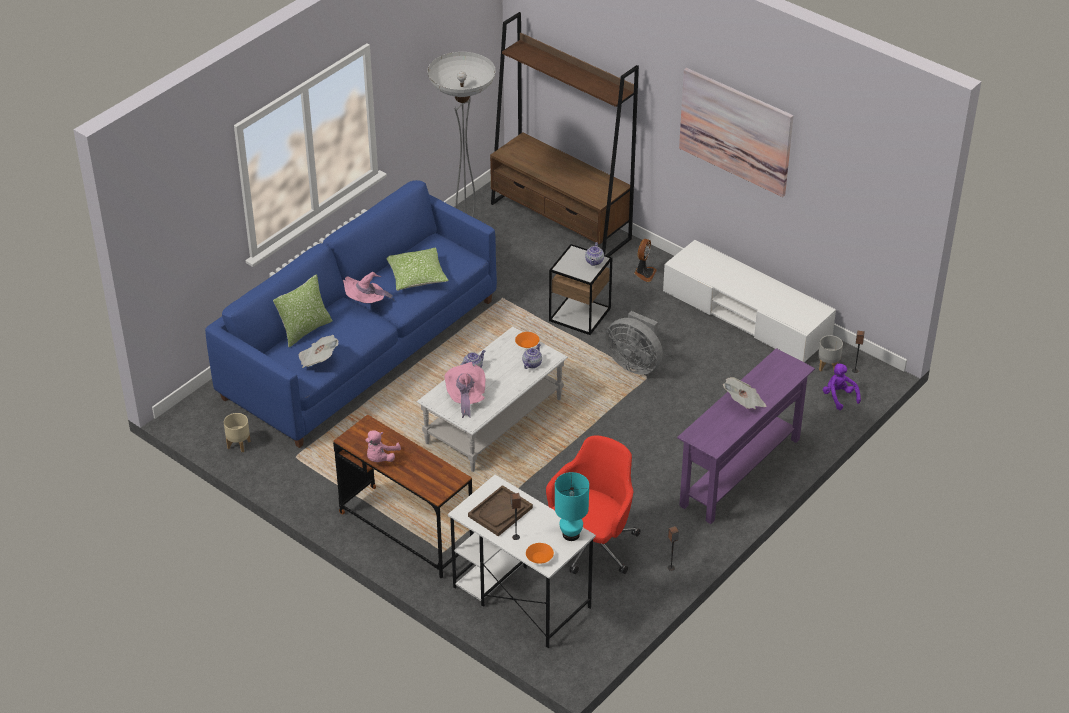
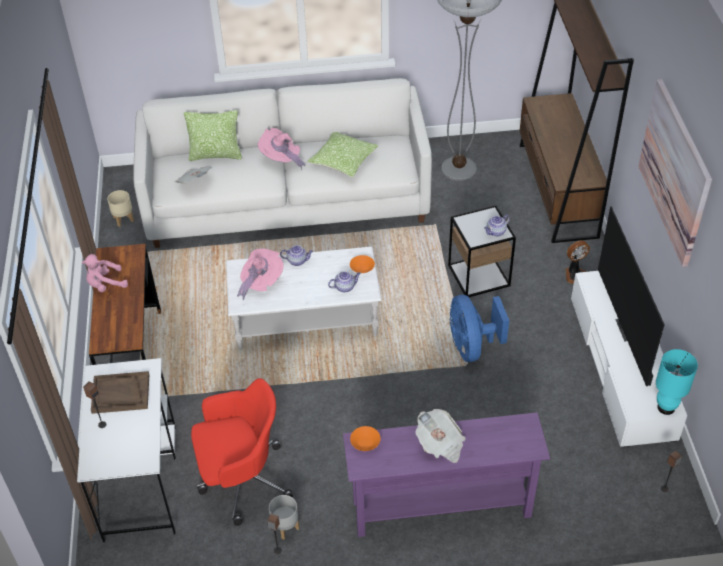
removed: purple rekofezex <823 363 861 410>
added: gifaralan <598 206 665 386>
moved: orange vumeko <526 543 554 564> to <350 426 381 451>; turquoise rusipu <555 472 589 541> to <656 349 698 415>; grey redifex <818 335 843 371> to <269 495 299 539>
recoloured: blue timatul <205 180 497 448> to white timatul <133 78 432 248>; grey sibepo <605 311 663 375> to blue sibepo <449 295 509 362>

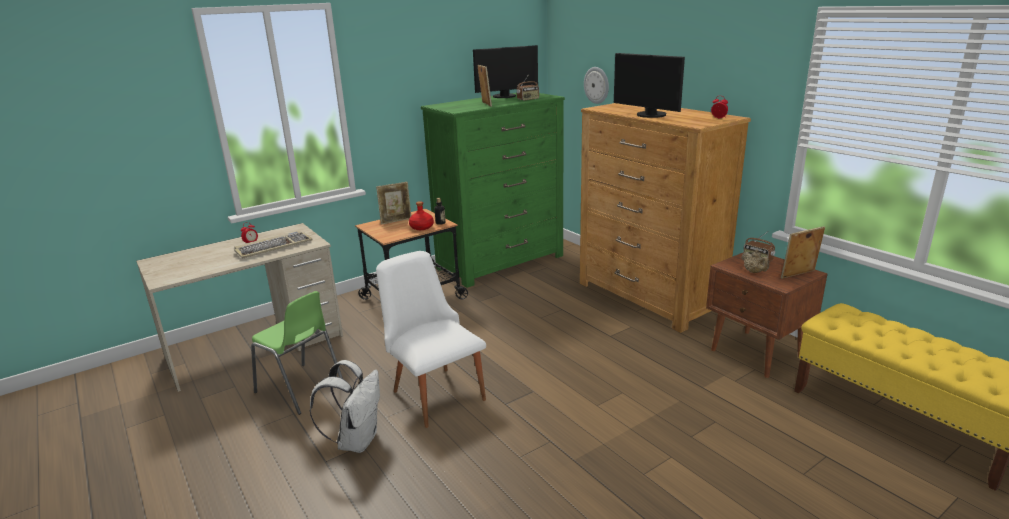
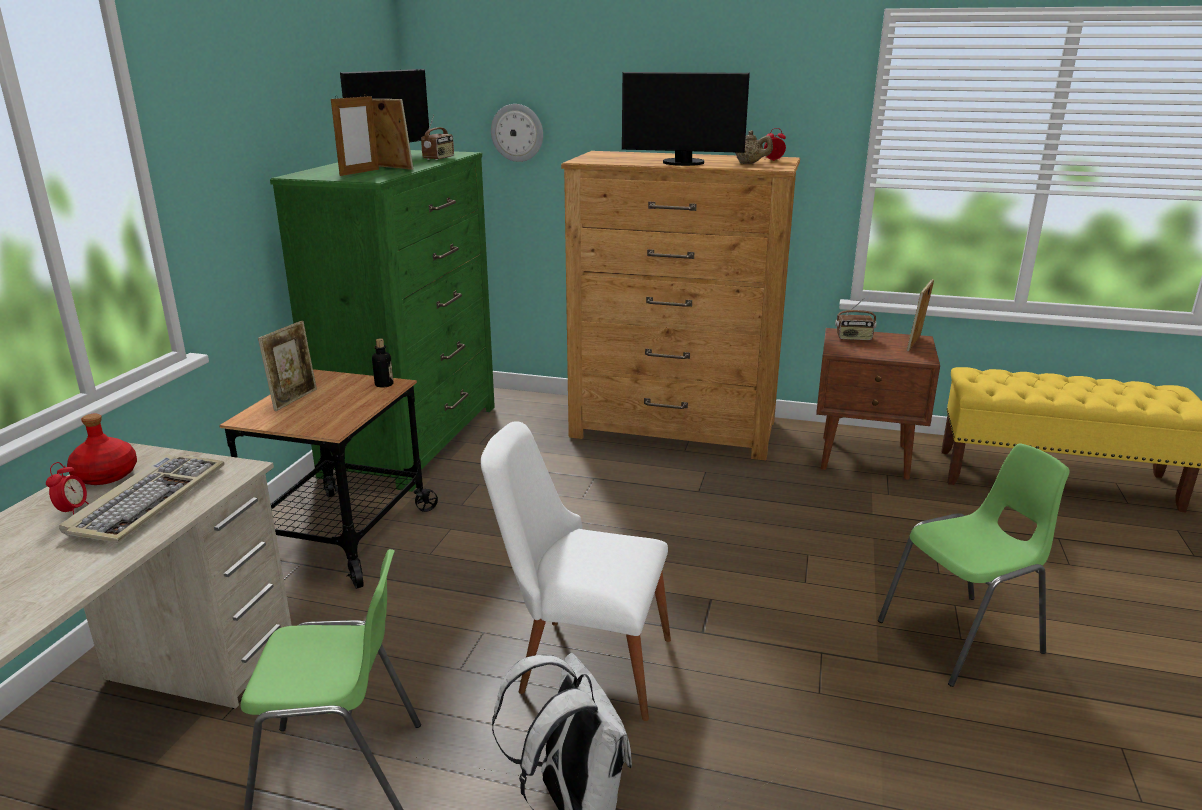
added: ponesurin <331 96 379 176>; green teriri <878 443 1070 687>
moved: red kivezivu <409 201 434 230> to <67 414 137 485>; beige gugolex <741 249 769 273> to <735 130 773 164>

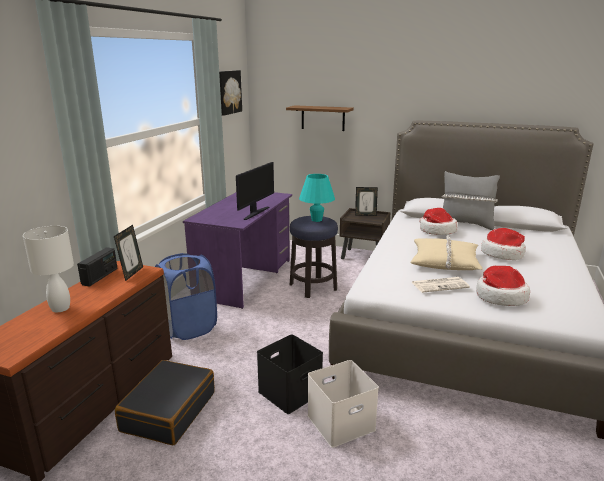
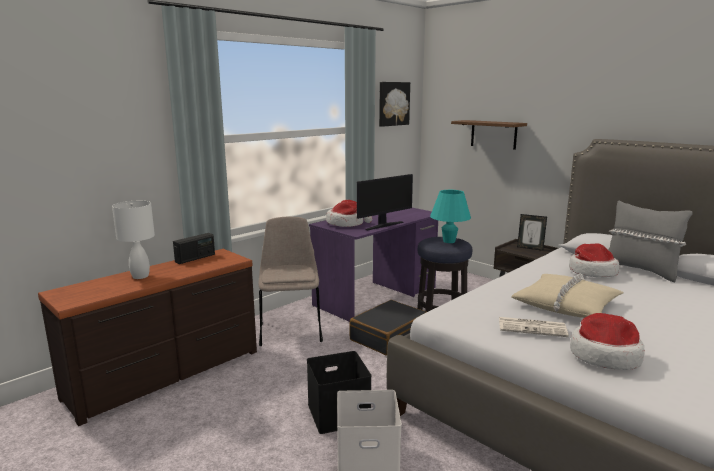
removed: ponesurin <114 225 143 281>
moved: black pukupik <115 360 215 445> to <349 300 426 356>; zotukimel <481 228 526 260> to <326 200 372 227>
replaced: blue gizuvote <155 253 217 340> to beige teriri <258 217 323 346>

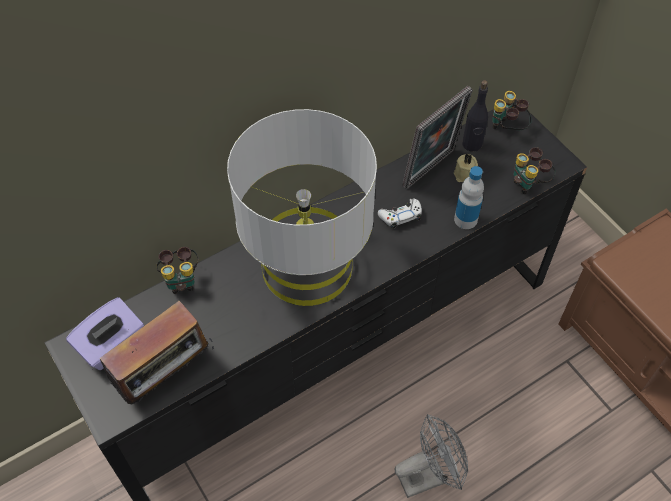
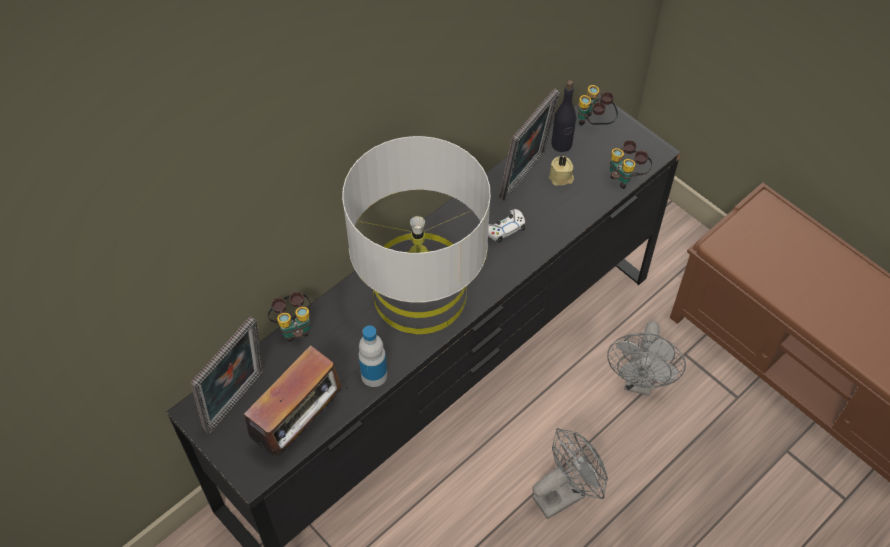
added: grey sibepo <607 321 686 396>
moved: kivezivu <454 166 484 229> to <358 325 387 387>
replaced: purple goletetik <66 297 144 370> to ponesurin <191 316 263 434>

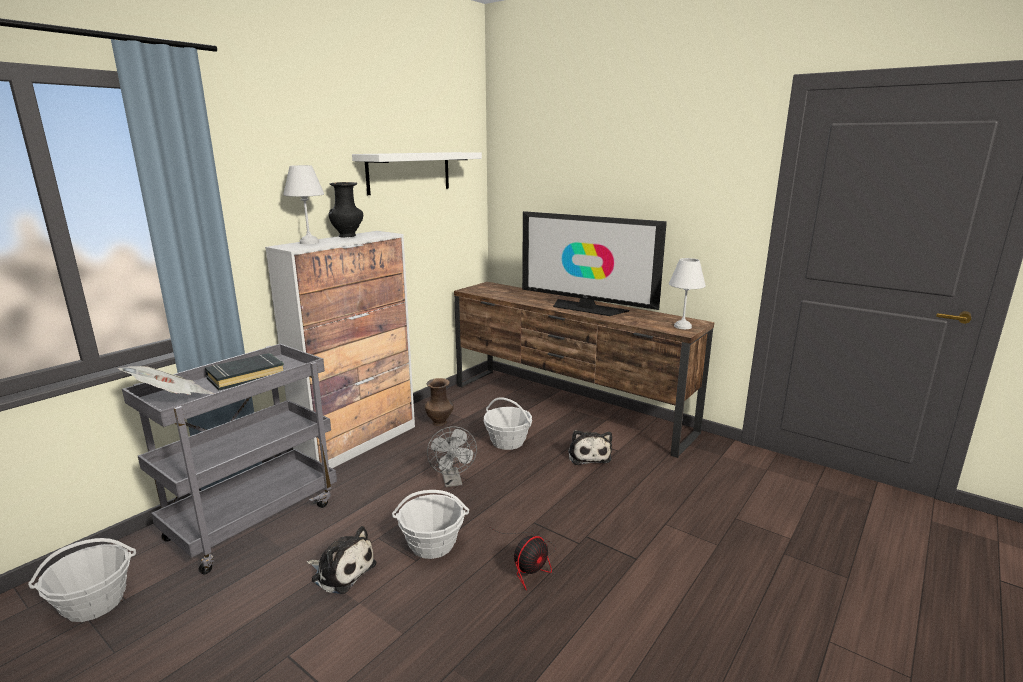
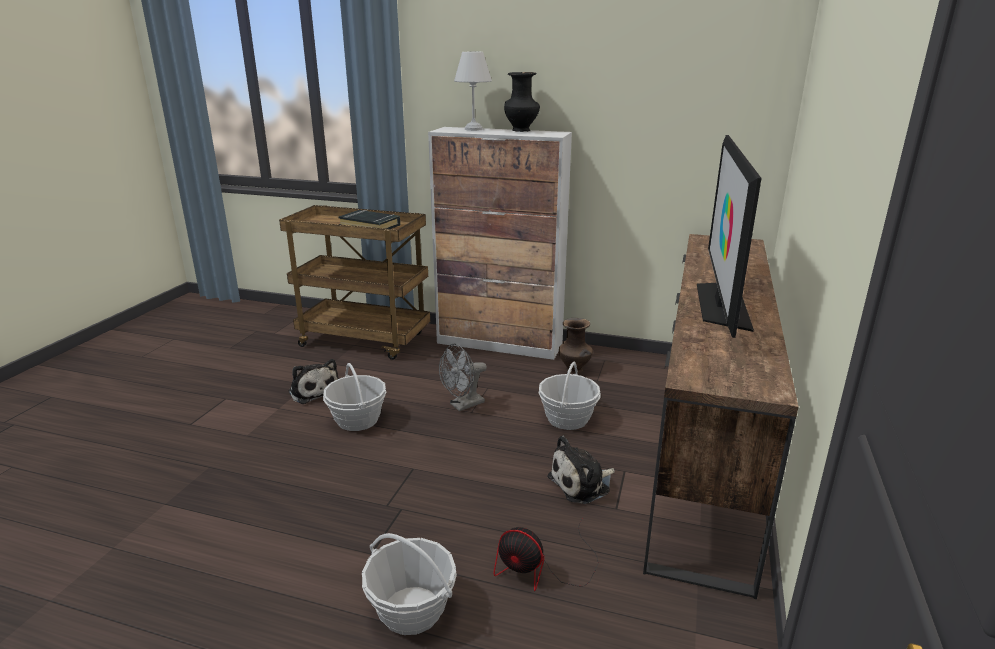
removed: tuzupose <118 366 214 395>; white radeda <352 152 482 195>; white rusipu <669 258 706 329>
moved: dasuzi <28 538 136 622> to <362 533 457 635>; sibepo <490 527 556 590> to <494 518 599 591>
recoloured: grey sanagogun <122 343 337 574> to brown sanagogun <279 205 430 360>
turned: rekofezex <307 526 376 594> = <289 359 339 404> 45 degrees counterclockwise

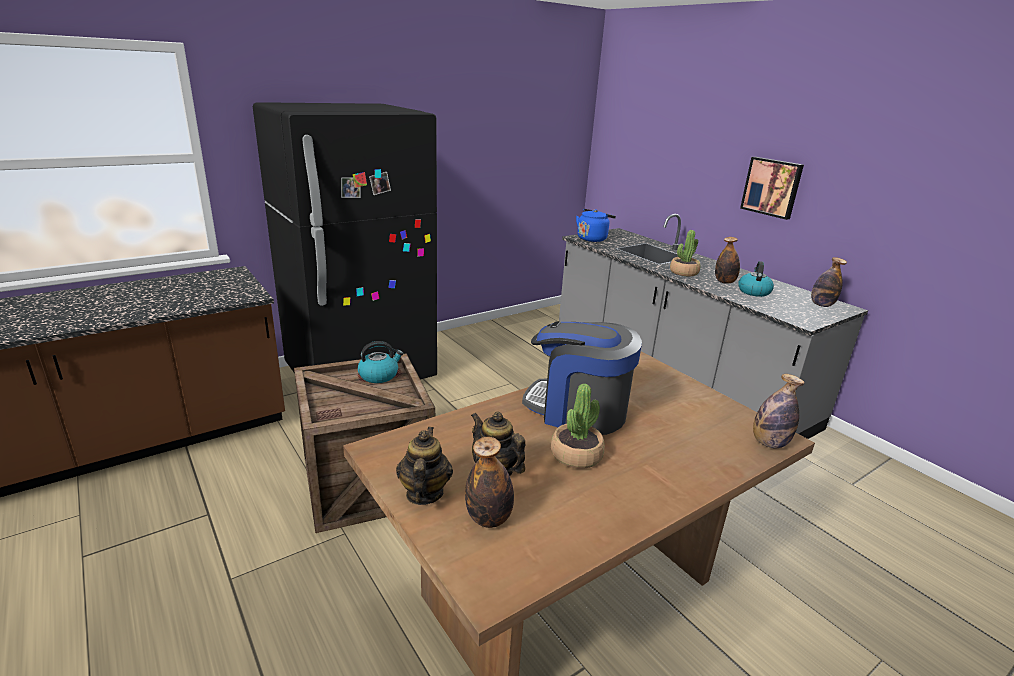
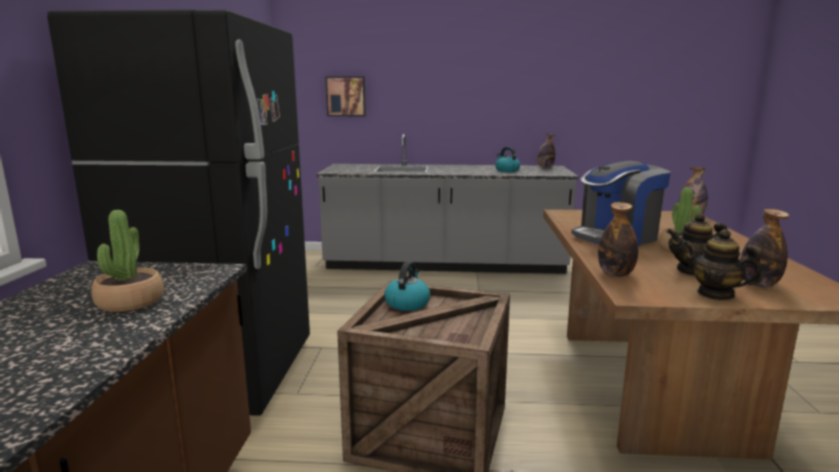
removed: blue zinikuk <576 209 616 242>
moved: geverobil <670 230 700 276> to <92 210 164 312>; kivezivu <715 237 740 284> to <598 202 638 277>; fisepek <740 157 804 220> to <325 76 366 116>

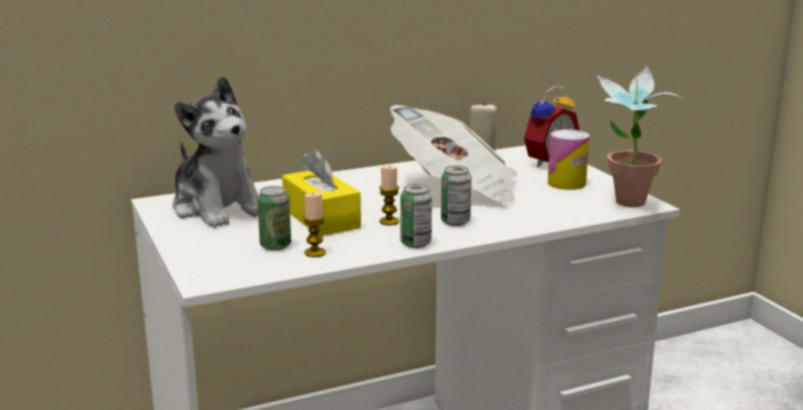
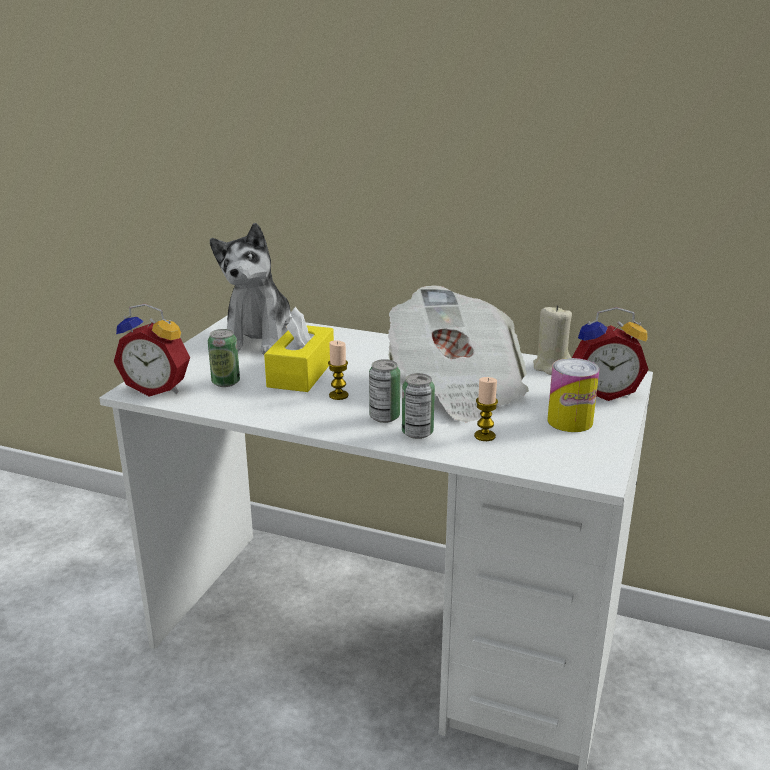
removed: geverobil <597 66 682 207>
added: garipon <114 304 190 397>
moved: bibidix <303 193 326 257> to <474 377 498 441>; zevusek <401 184 432 248> to <402 373 435 439>

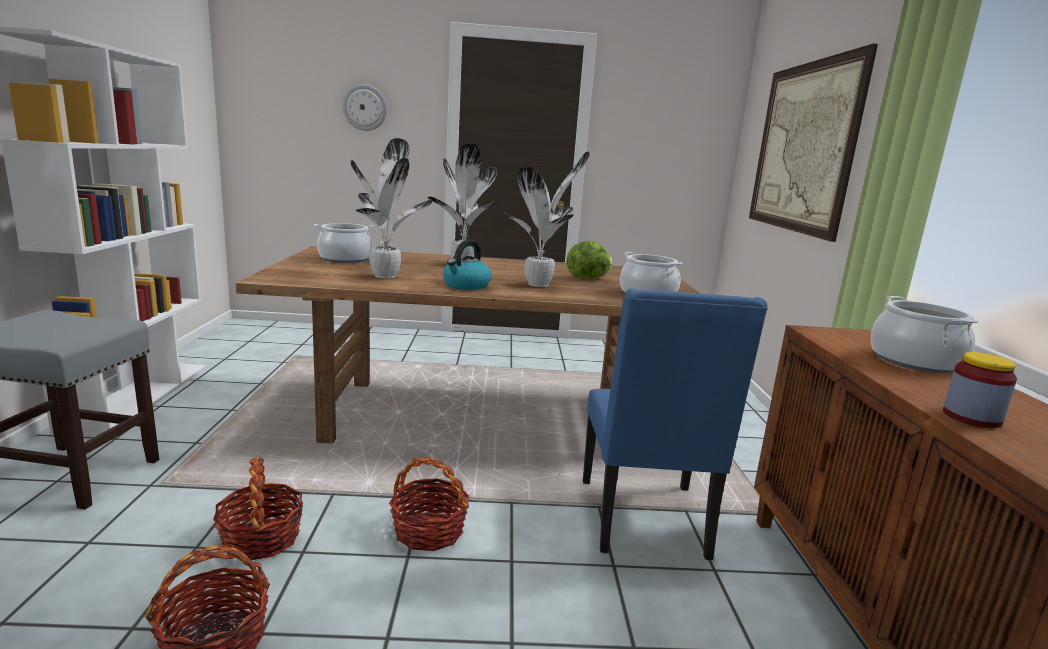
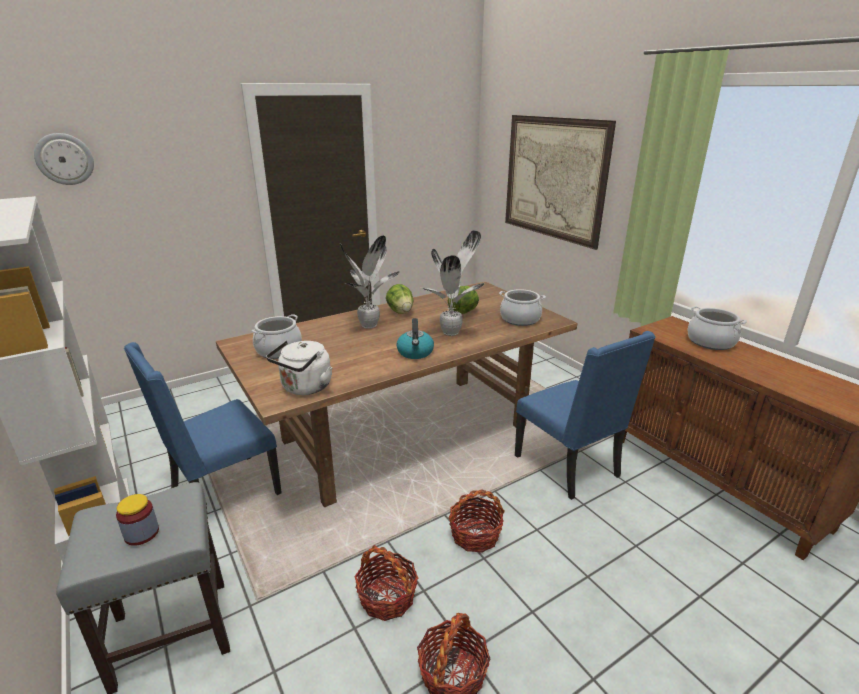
removed: geverobil <351 138 432 279>
added: blue teriri <124 342 282 495>; white zinikuk <266 341 333 395>; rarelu <386 284 413 314>
moved: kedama <343 84 387 131> to <34 133 94 185>; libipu <943 352 1017 428> to <116 494 159 546>

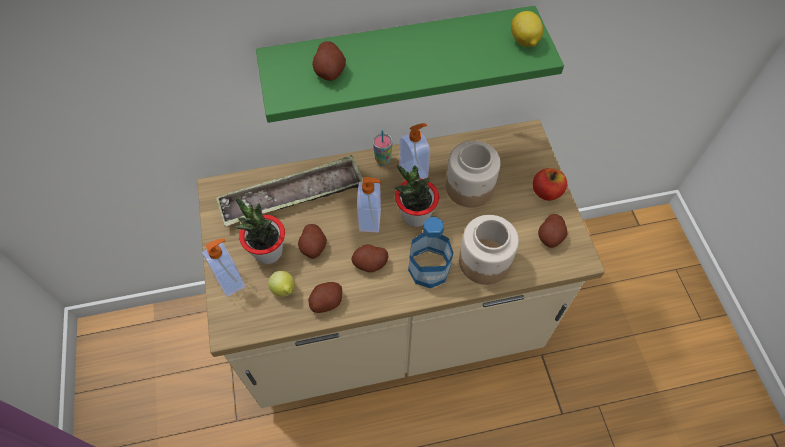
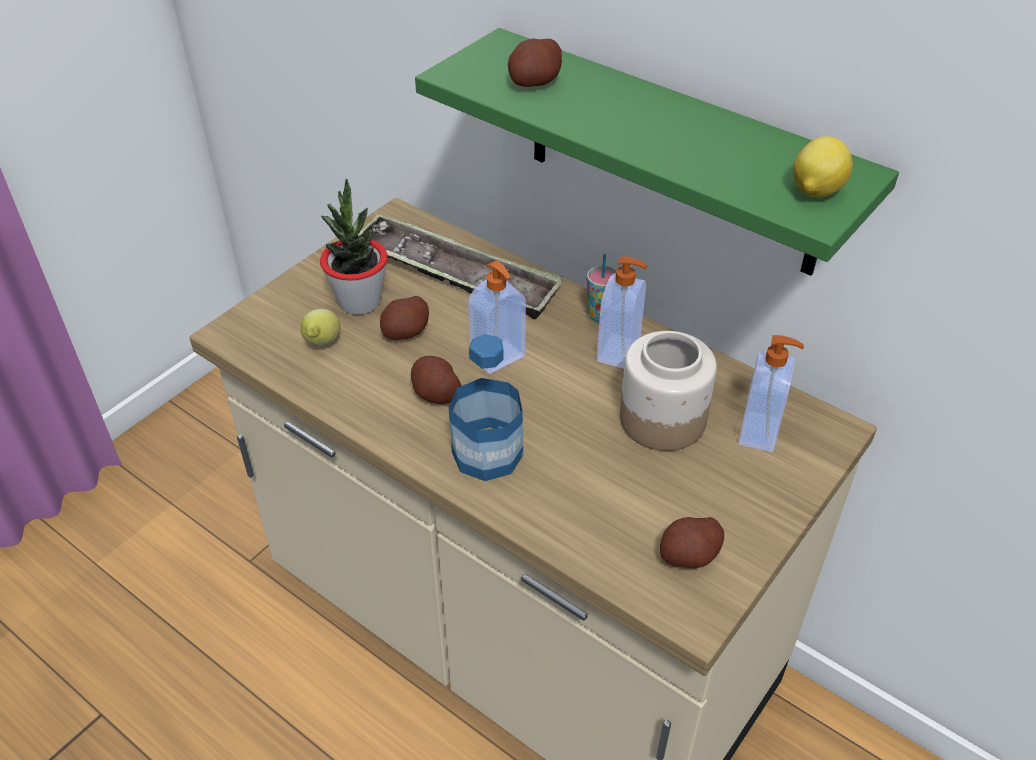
removed: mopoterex <308 282 342 313>; geverobil <394 164 439 227>; libipu <459 215 519 285>; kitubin <533 168 567 201>
moved: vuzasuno <202 238 246 297> to <739 335 804 452>

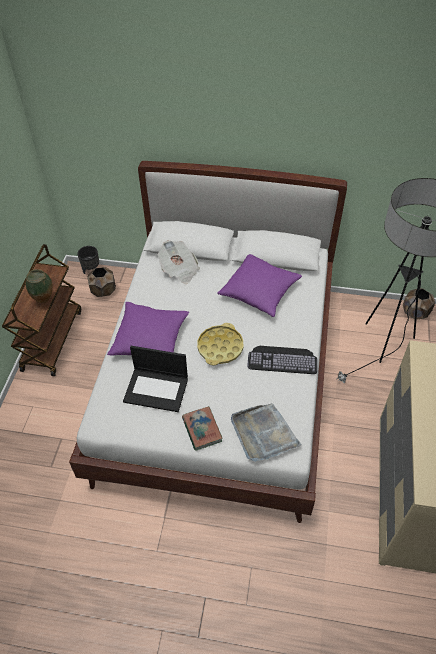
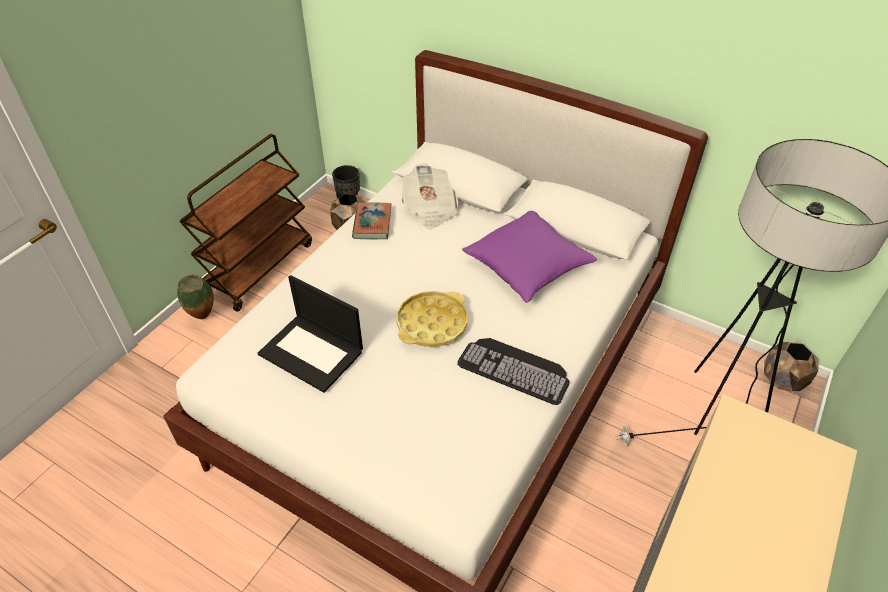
removed: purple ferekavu <107 302 189 356>; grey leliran <231 403 302 462>
moved: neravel <26 269 53 303> to <177 274 214 319>; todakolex <182 406 223 451> to <352 202 392 239>

